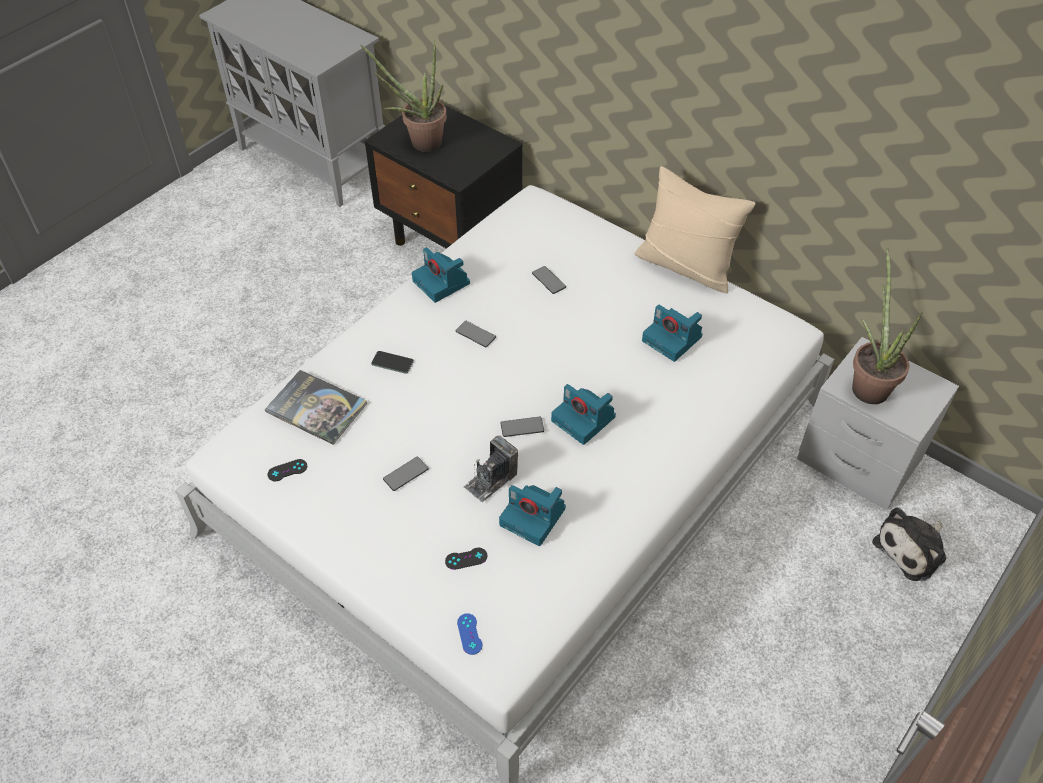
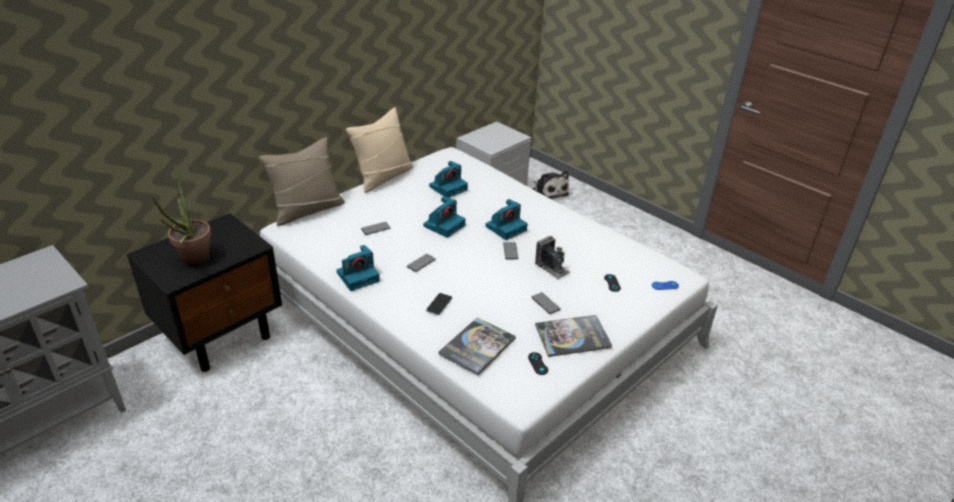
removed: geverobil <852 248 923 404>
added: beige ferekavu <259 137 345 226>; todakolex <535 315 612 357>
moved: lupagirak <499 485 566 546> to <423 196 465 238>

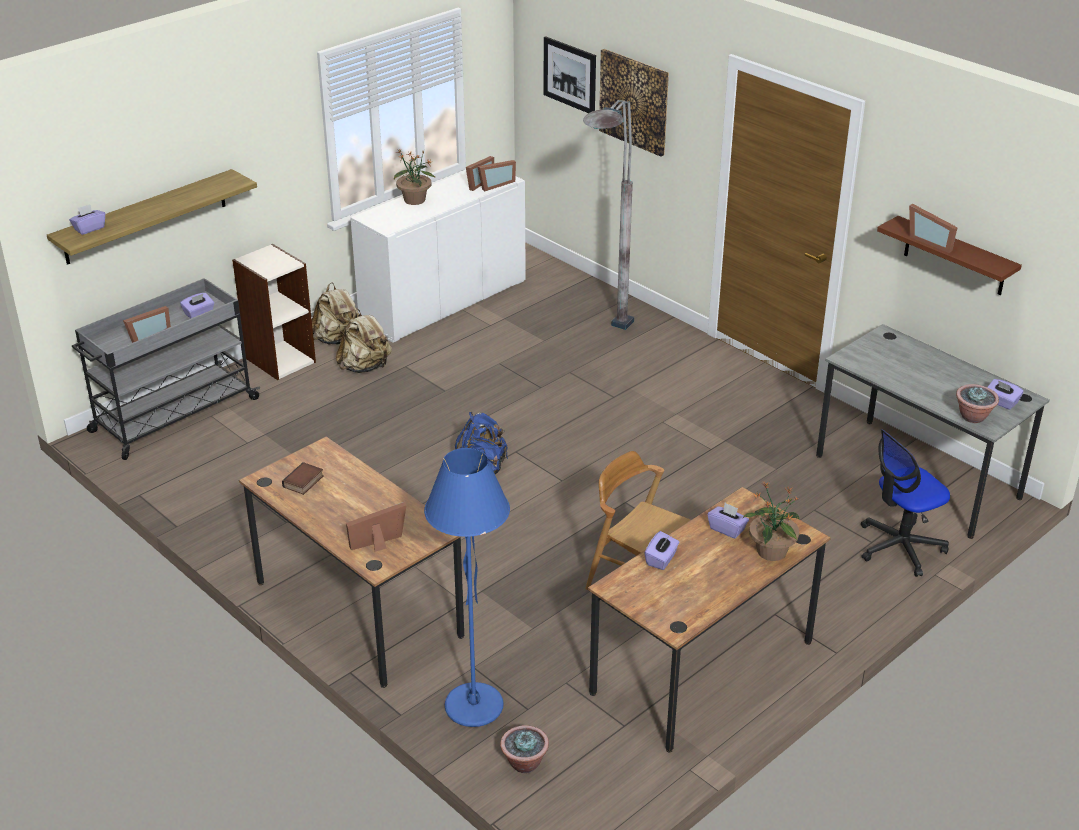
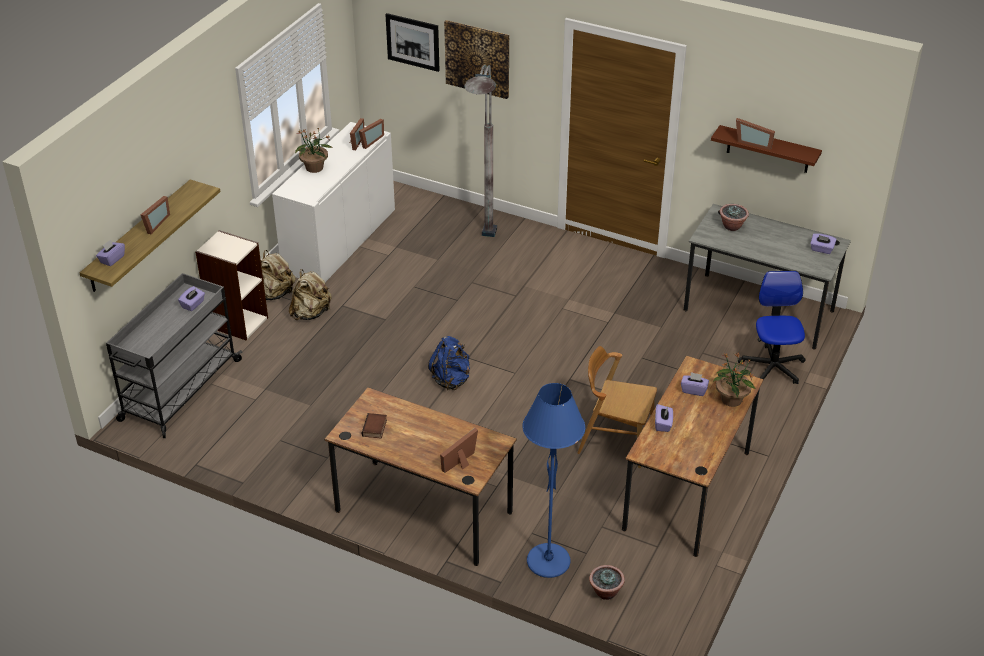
moved: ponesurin <123 306 171 343> to <141 196 170 234>; geverobil <956 384 999 423> to <720 204 749 231>
turned: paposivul <861 429 950 577> = <738 271 806 384> 135 degrees clockwise

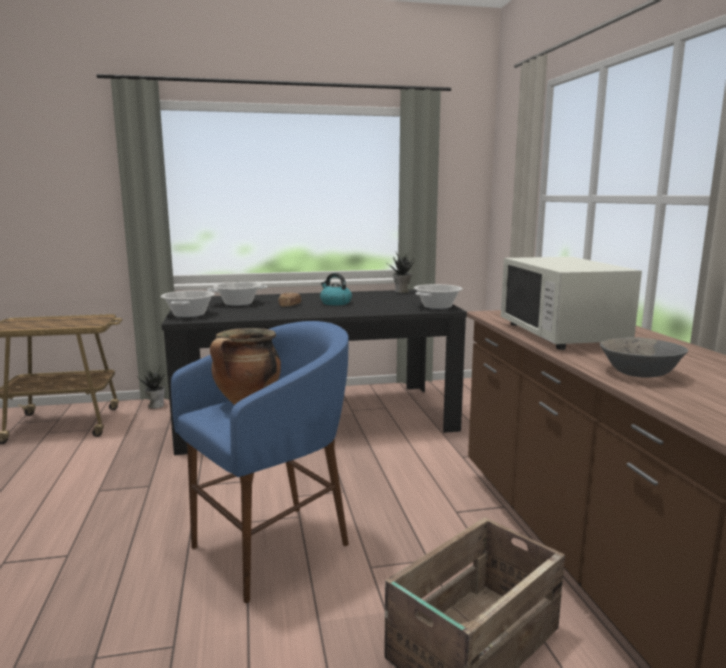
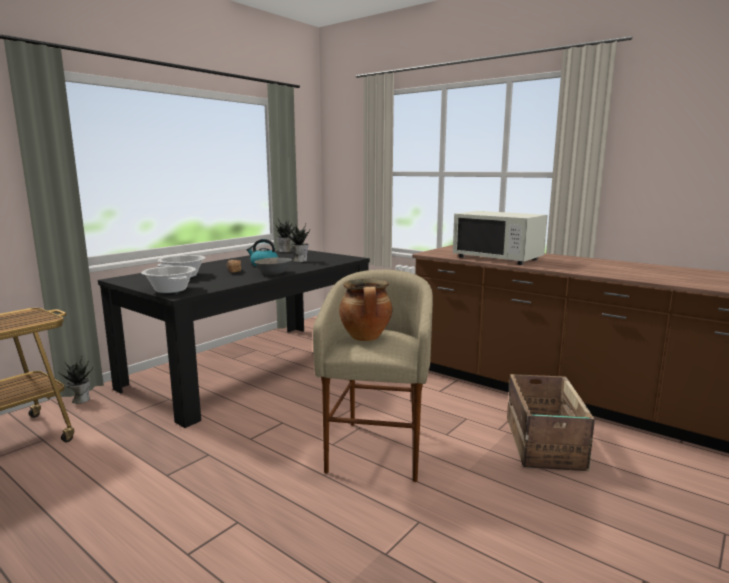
removed: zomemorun <414 284 463 309>
added: geverobil <285 224 310 262>
moved: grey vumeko <600 337 688 378> to <254 257 292 275>
recoloured: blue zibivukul <171 321 349 603> to beige zibivukul <313 269 433 482>

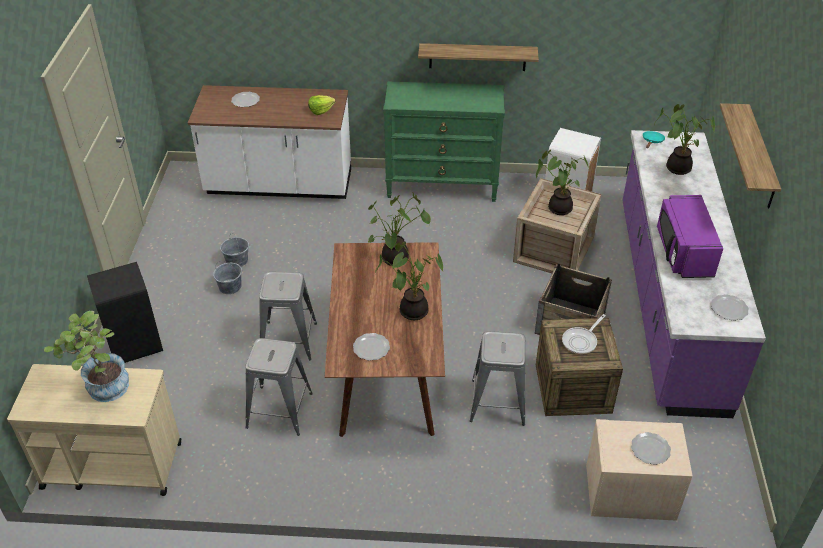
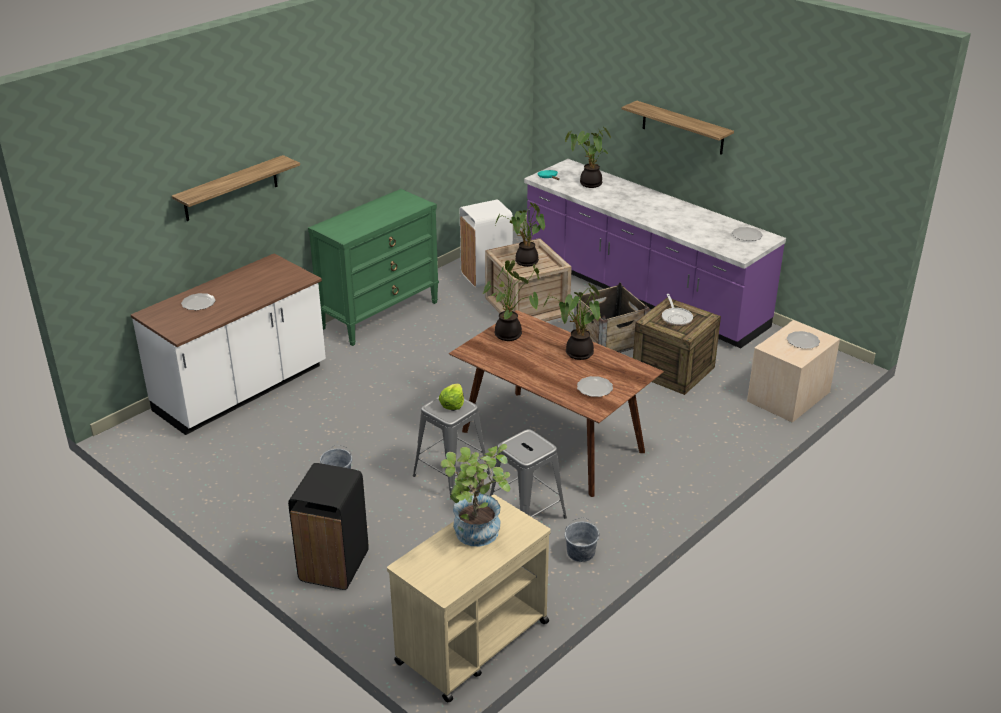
removed: grey zibivukul <470 331 526 426>; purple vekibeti <657 195 723 278>
moved: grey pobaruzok <220 233 249 267> to <564 517 599 562>; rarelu <308 95 336 115> to <439 384 464 410>; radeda <418 43 539 71> to <172 155 300 221>

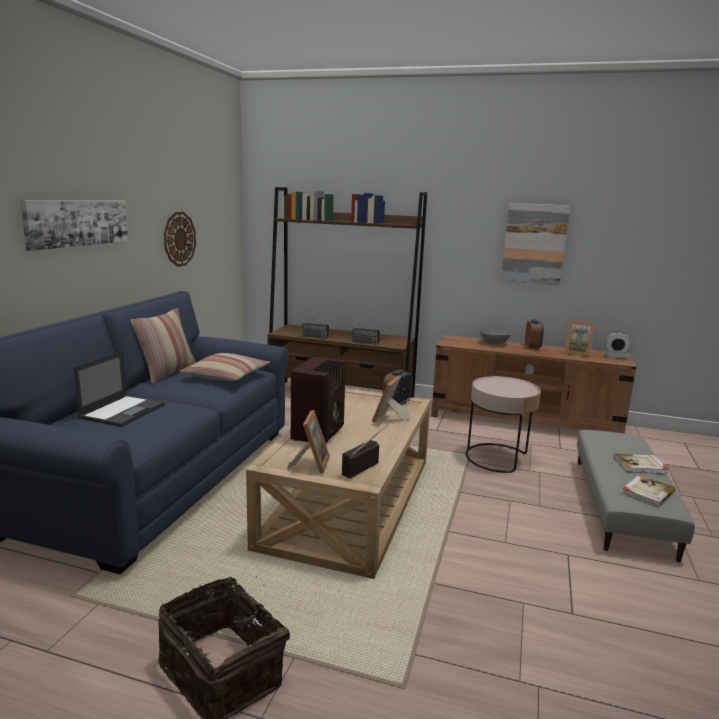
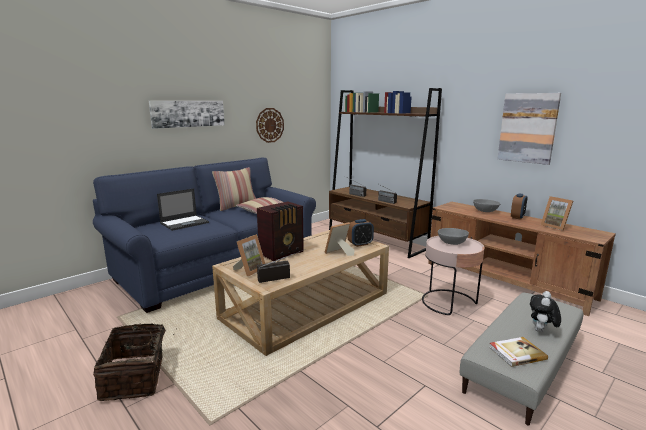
removed: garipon <605 332 631 358>
added: grey vumeko <438 228 469 245>
replaced: todakolex <614 453 669 474> to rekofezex <530 291 561 332>

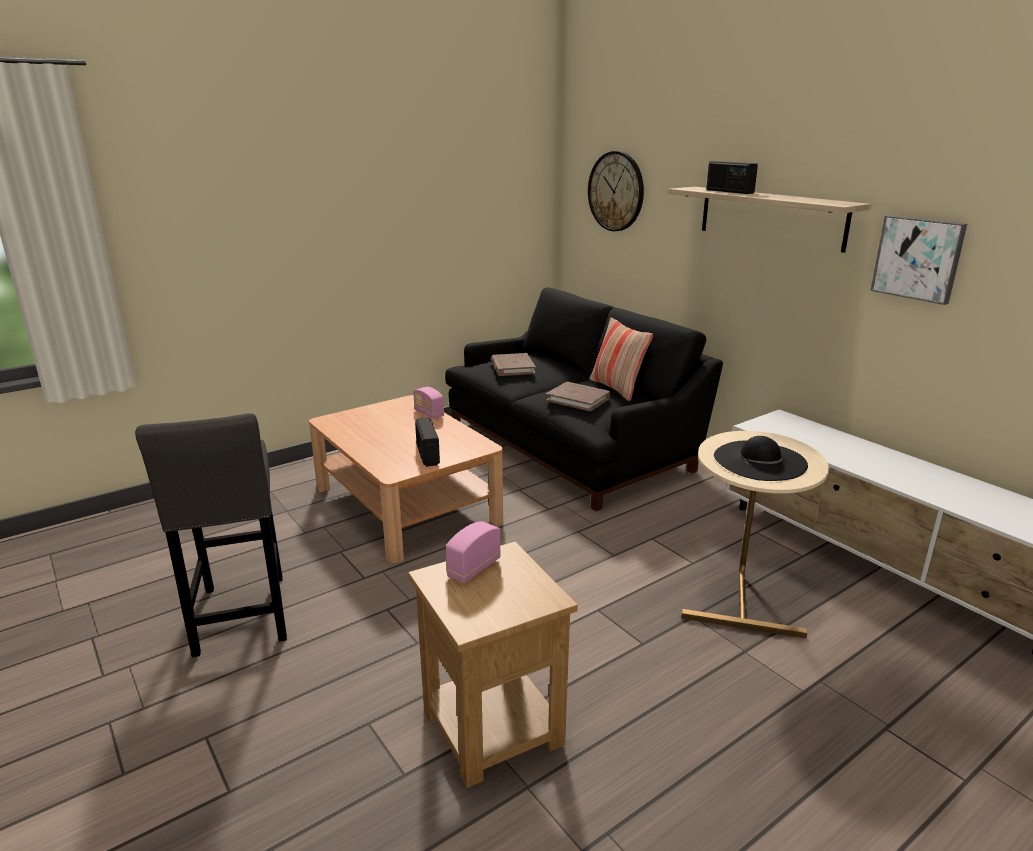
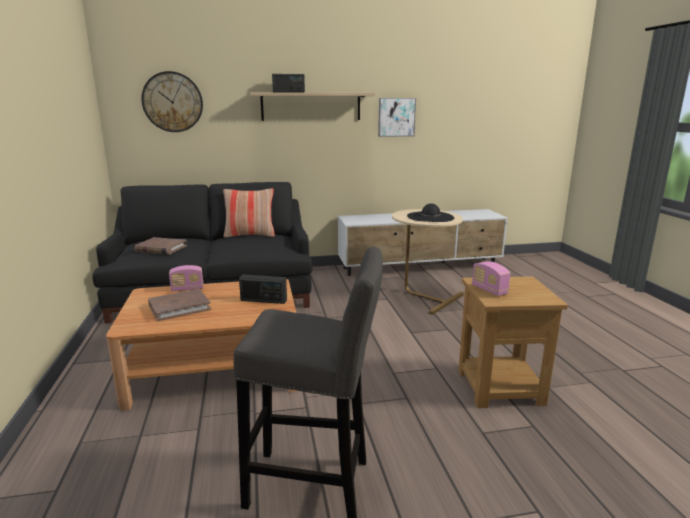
moved: brown todakolex <546 382 610 412> to <148 289 211 321>

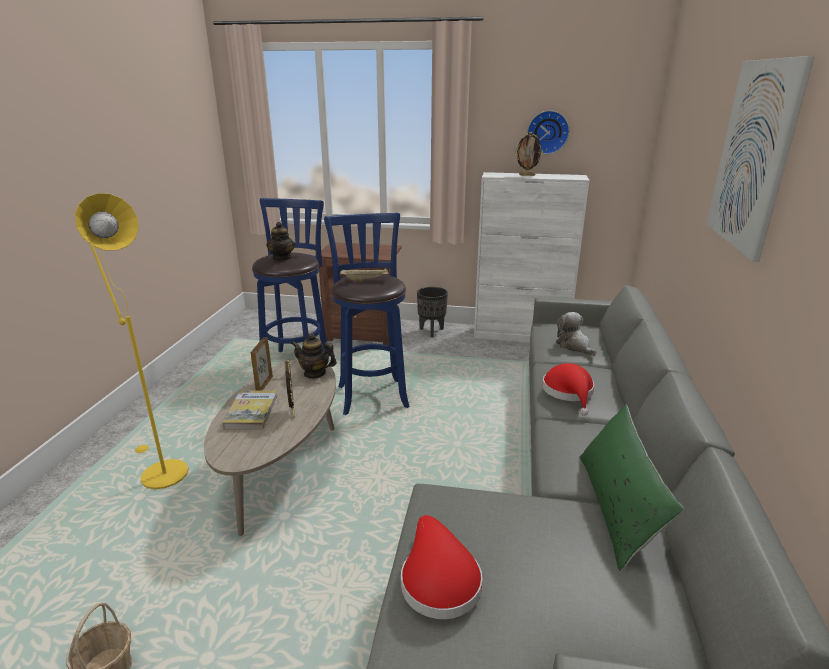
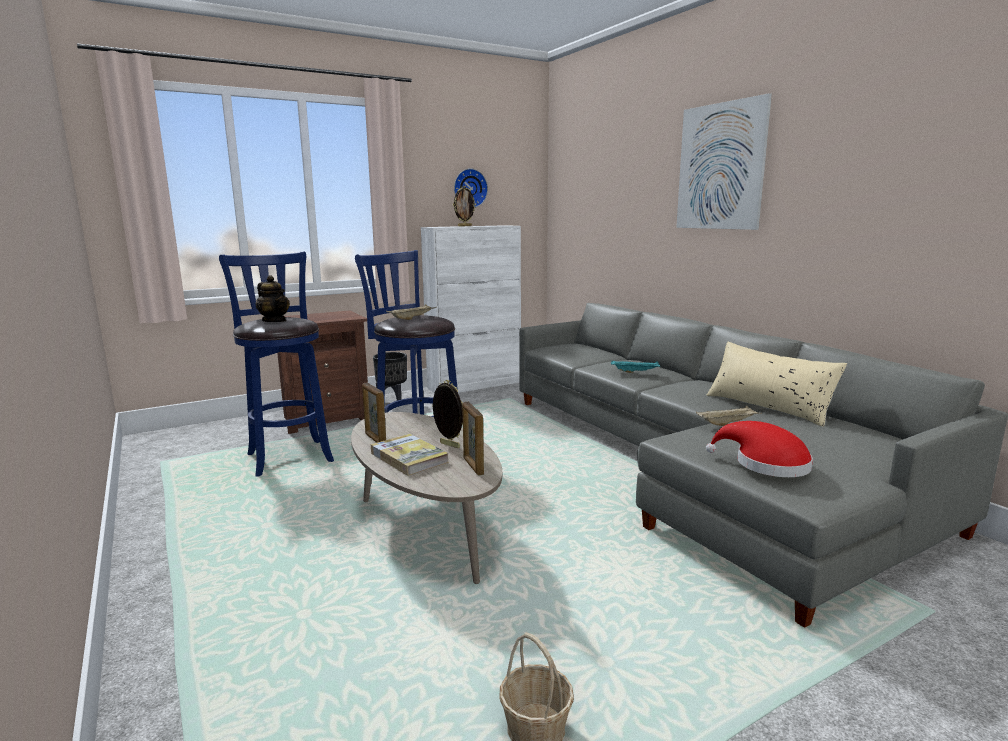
removed: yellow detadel <74 193 189 489>; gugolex <291 334 337 379>; rekofezex <556 312 596 356>
added: ponesurin <462 402 484 475>; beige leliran <696 405 762 426>
replaced: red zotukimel <542 363 594 416> to turquoise leliran <611 360 661 373>
recoloured: green ferekavu <579 405 684 571> to beige ferekavu <706 342 847 426>

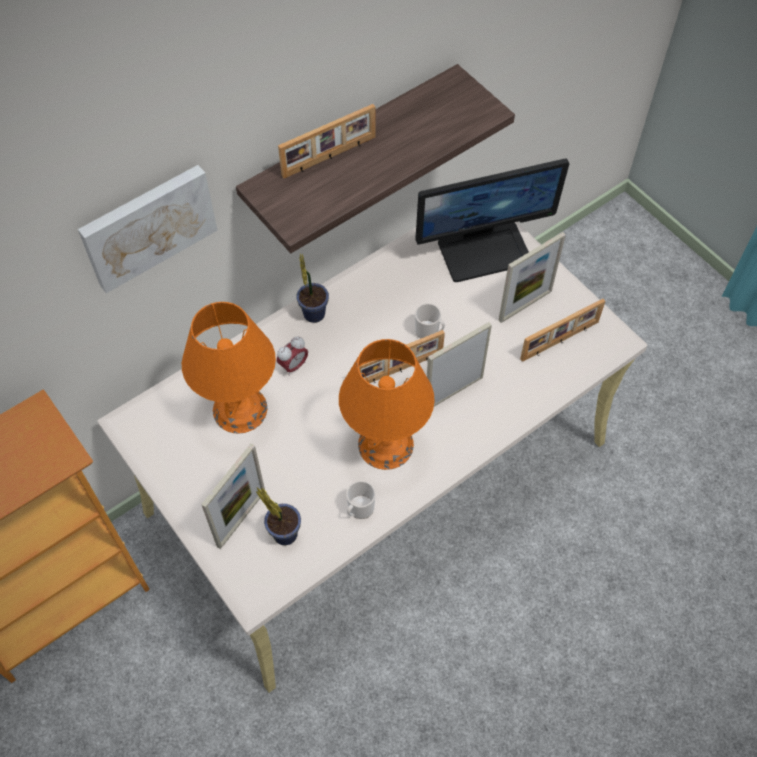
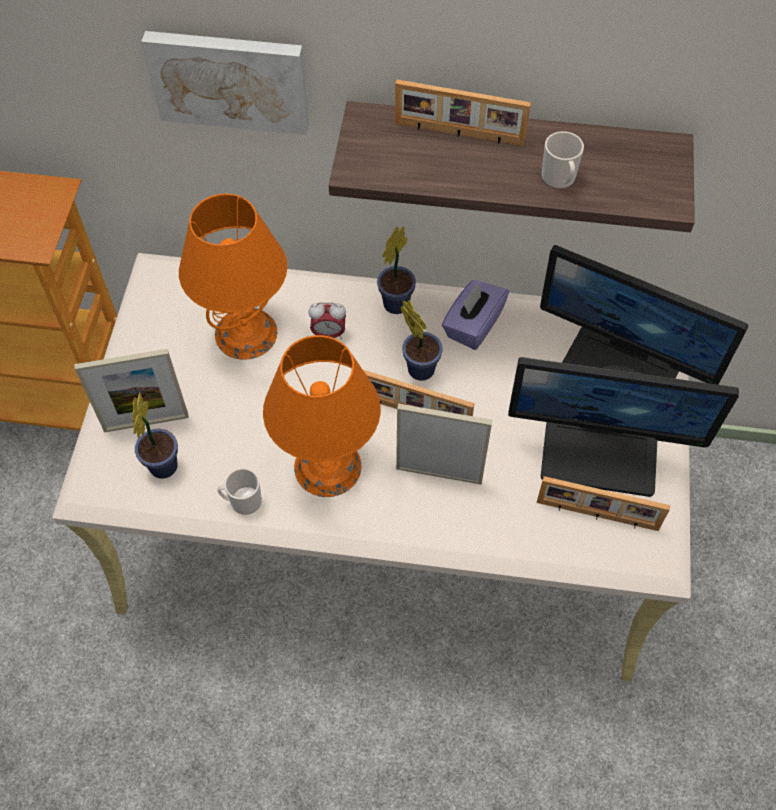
added: geverobil <400 299 443 381>; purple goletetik <442 280 509 350>
moved: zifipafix <415 303 445 338> to <541 131 584 189>
replaced: ponesurin <499 232 566 323> to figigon <508 357 739 497>

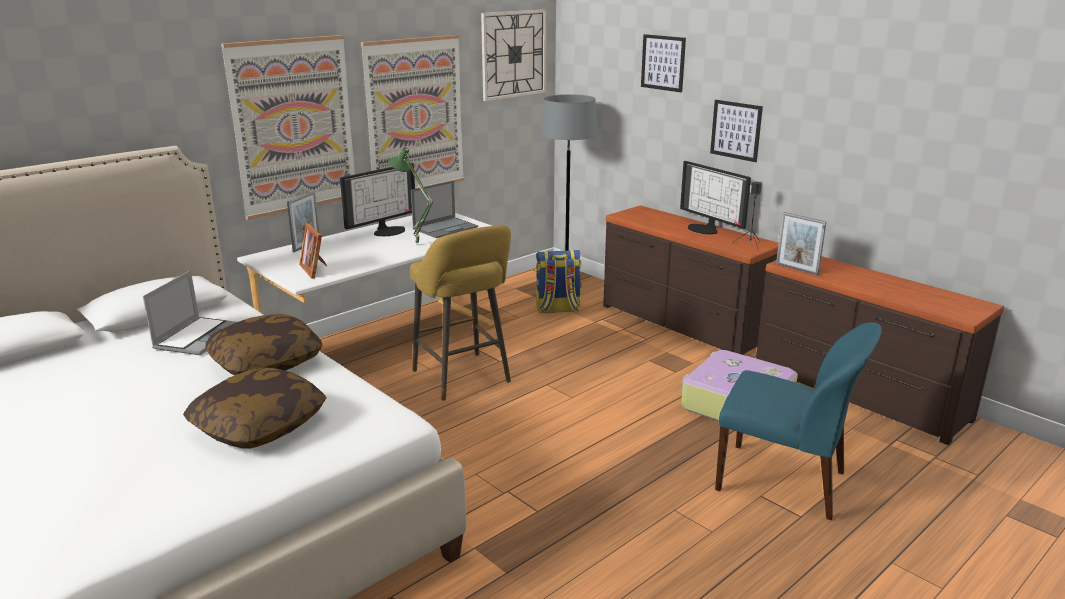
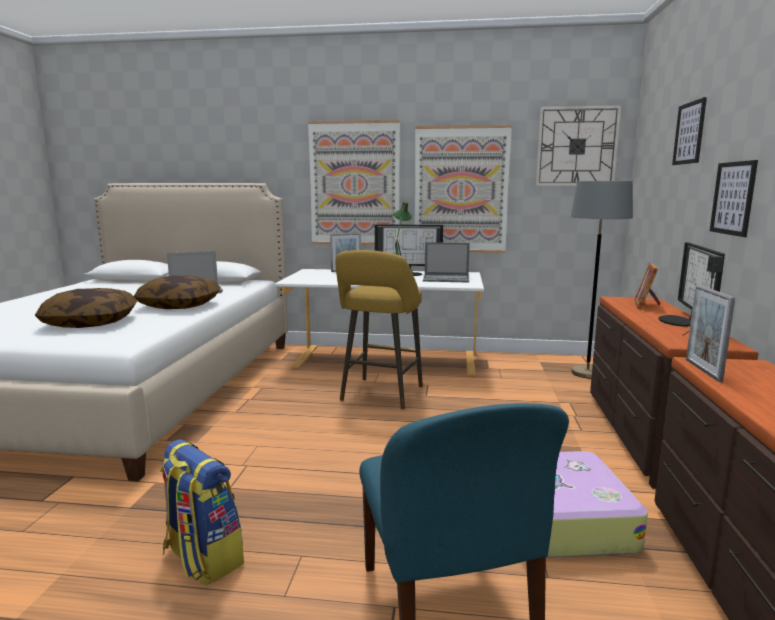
moved: ponesurin <299 223 327 278> to <634 263 660 309>; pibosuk <536 250 581 313> to <160 439 244 586>

